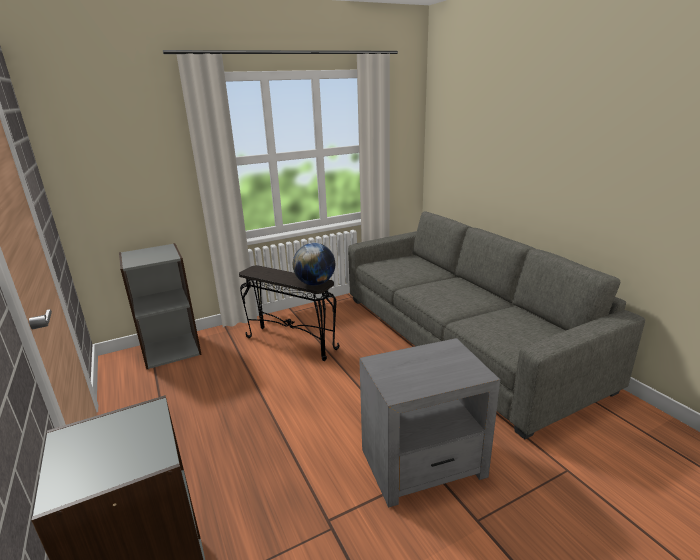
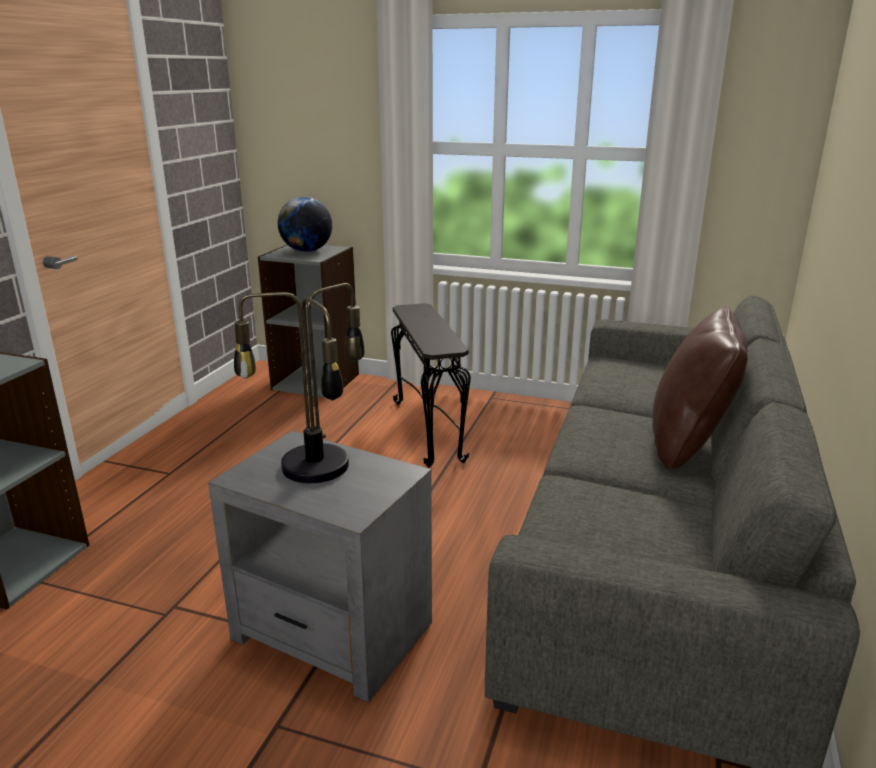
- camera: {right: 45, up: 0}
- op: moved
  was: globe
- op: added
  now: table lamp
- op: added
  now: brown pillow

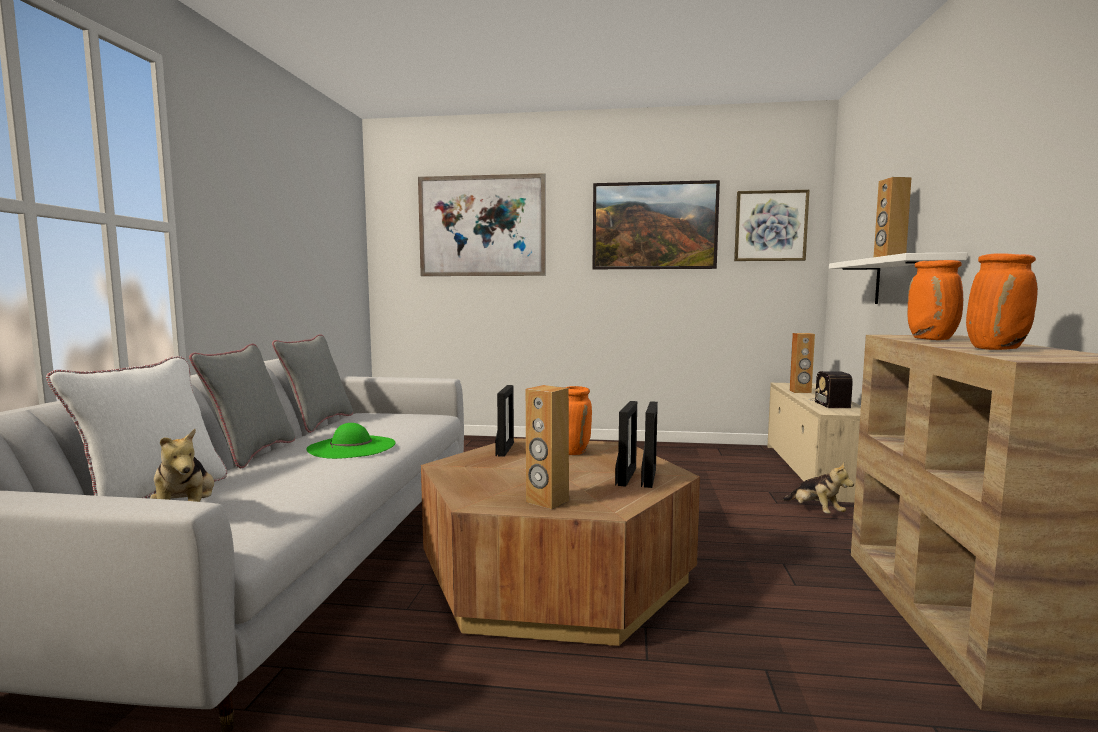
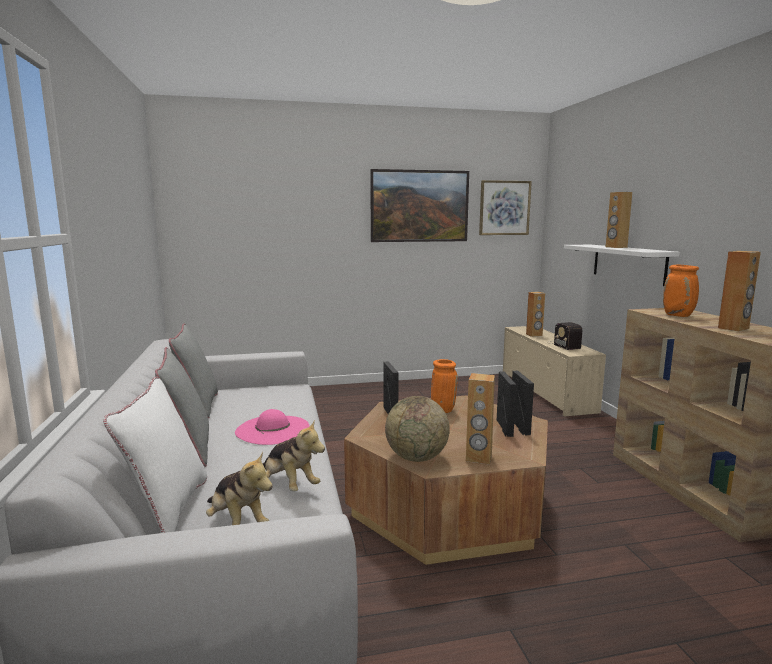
- camera: {right: -20, up: 5}
- op: recoloured
  was: green hat
  now: pink hat
- op: removed
  was: picture (1st from left)
- op: moved
  was: plush toy (2nd from left)
- op: replaced
  was: orange vase (3rd from left)
  now: brown speaker (4th from left)
- op: added
  now: globe

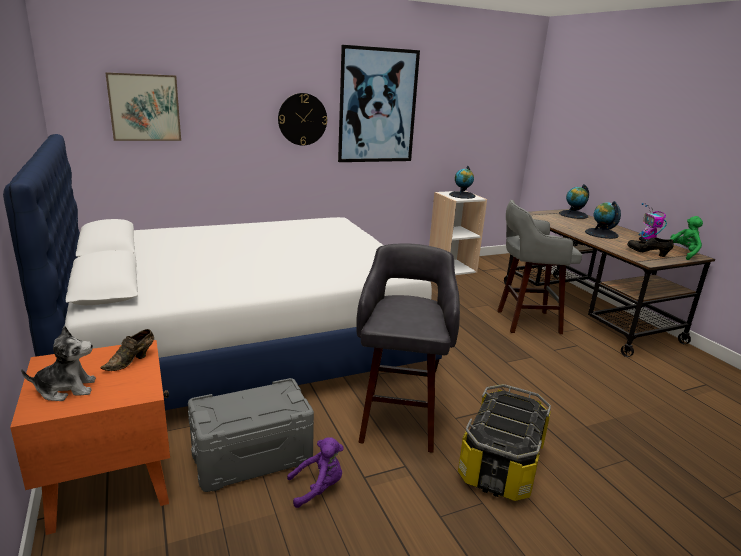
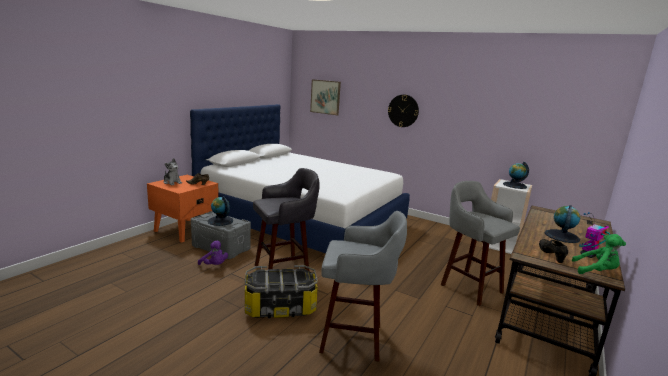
- camera: {right: 55, up: -5}
- op: removed
  was: picture (2nd from left)
- op: moved
  was: globe (2nd from left in the first image)
  now: globe (1st from left)
- op: added
  now: grey stool (2nd from left)

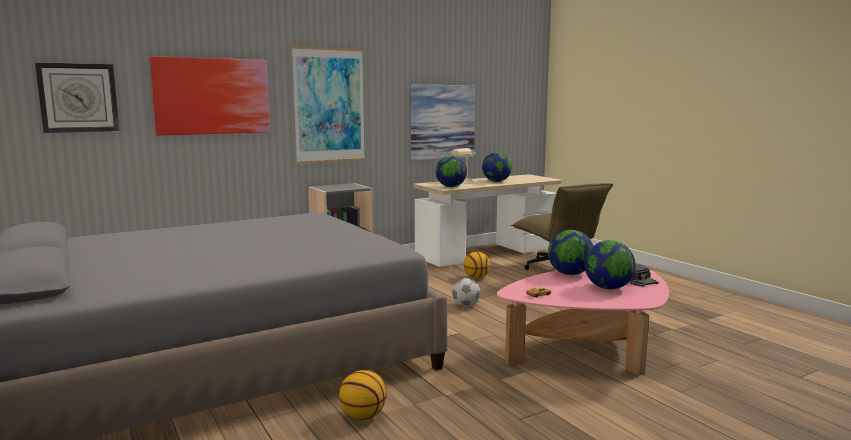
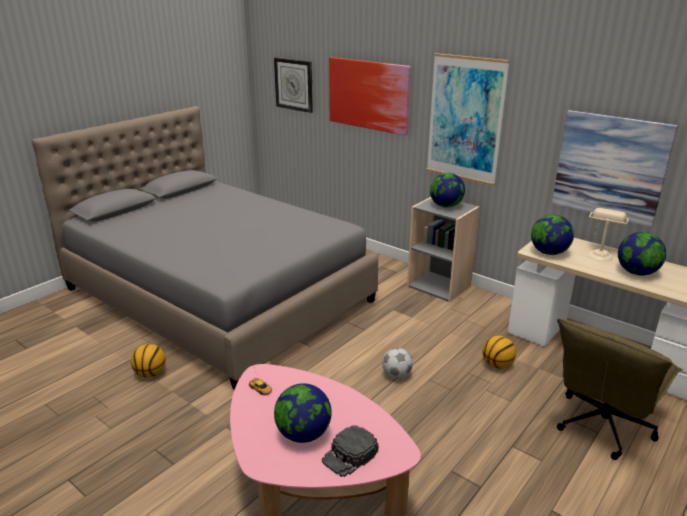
- camera: {right: 70, up: 15}
- op: moved
  was: globe (3rd from left in the first image)
  now: globe (2nd from left)

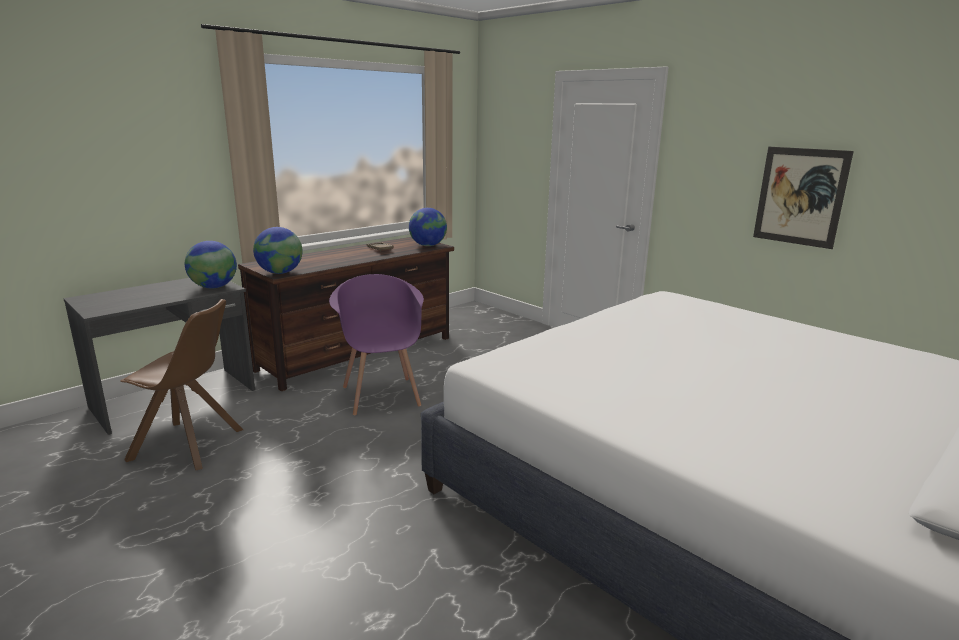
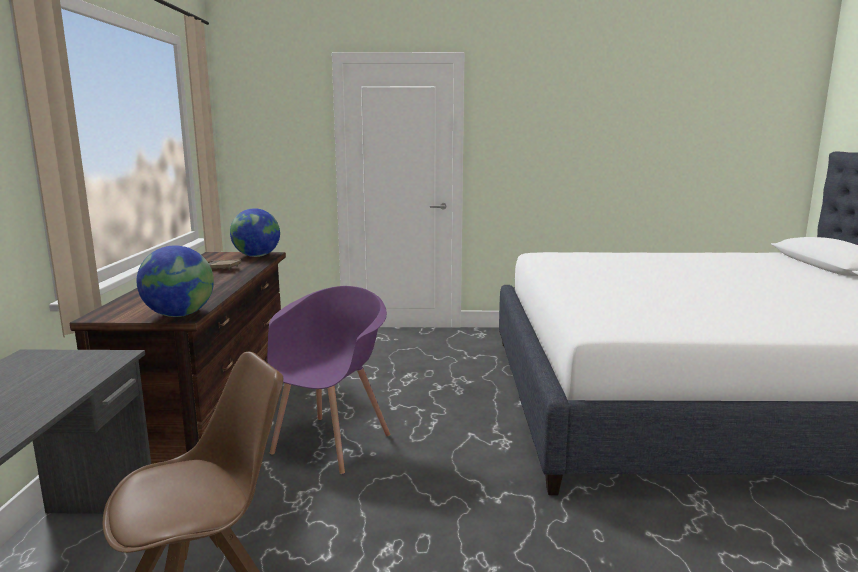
- camera: {right: -45, up: -5}
- op: removed
  was: globe (1st from left)
- op: turned
  was: purple chair
  clockwise: 90
- op: removed
  was: picture

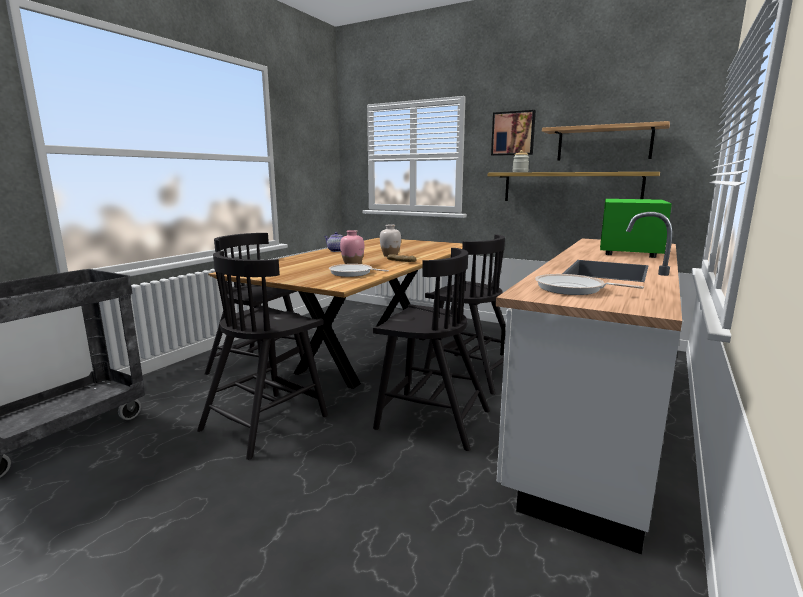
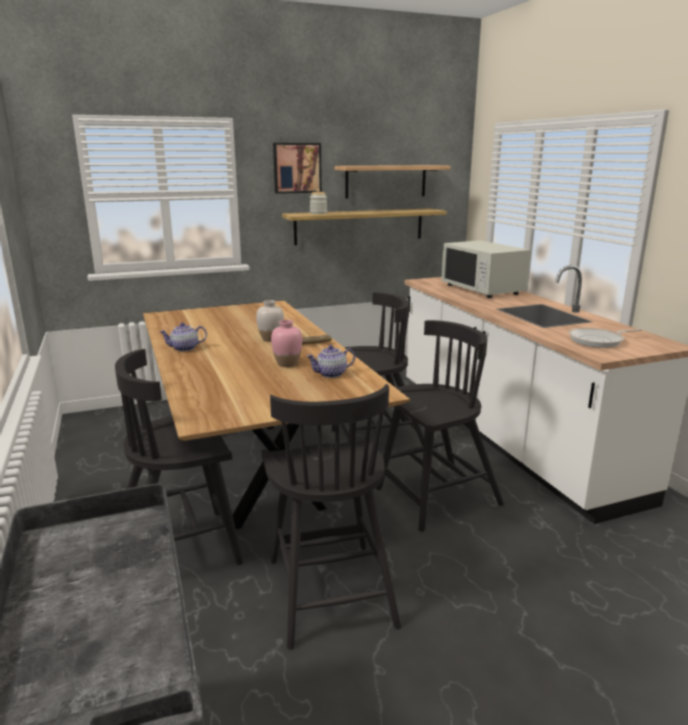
- camera: {right: -50, up: 5}
- op: replaced
  was: frying pan (1st from left)
  now: teapot (2nd from left)
- op: recoloured
  was: green microwave
  now: white microwave

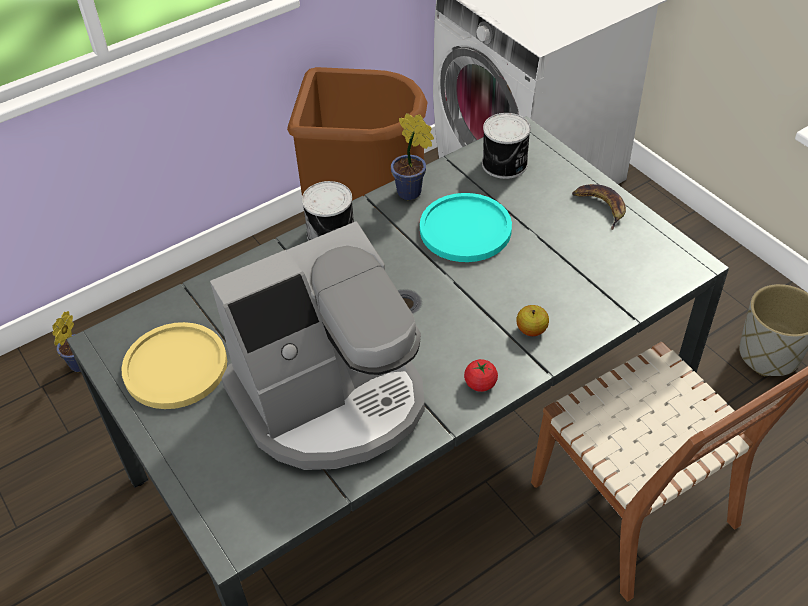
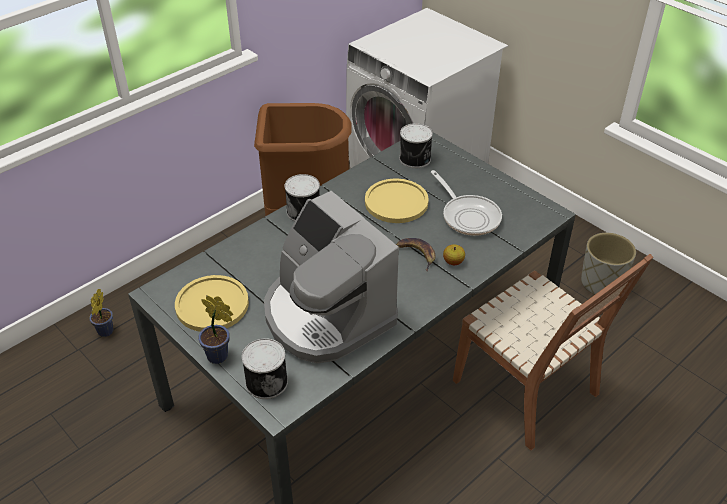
- camera: {right: -10, up: -5}
- op: turned
  was: coffee machine
  clockwise: 90
- op: moved
  was: potted plant (2nd from left)
- op: recoloured
  was: turquoise plate
  now: yellow plate (2nd from left)
- op: removed
  was: tomato
- op: moved
  was: banana
- op: added
  now: can (1st from left)
- op: added
  now: frying pan

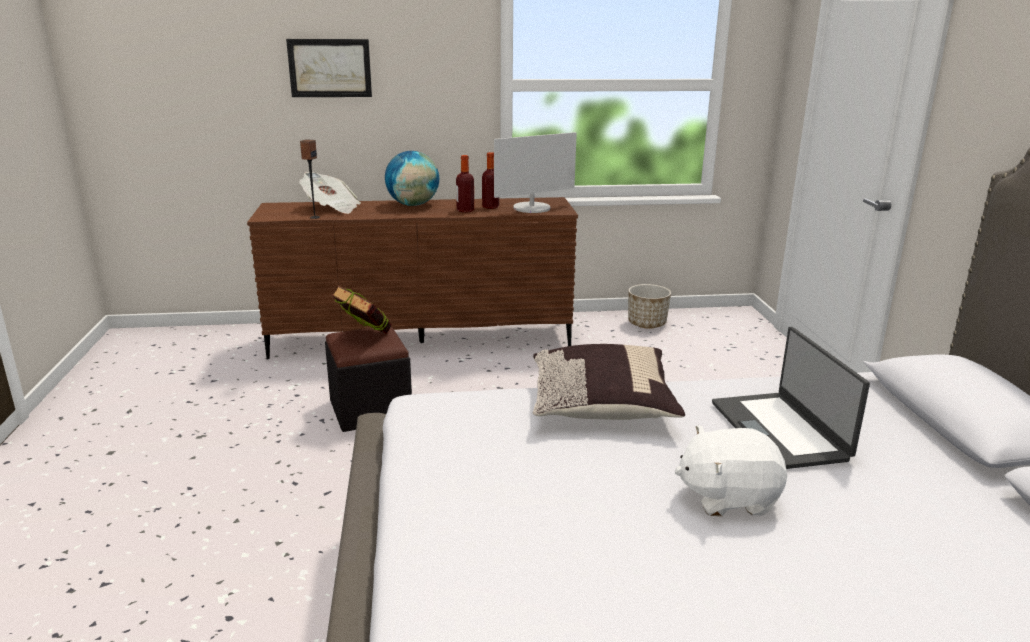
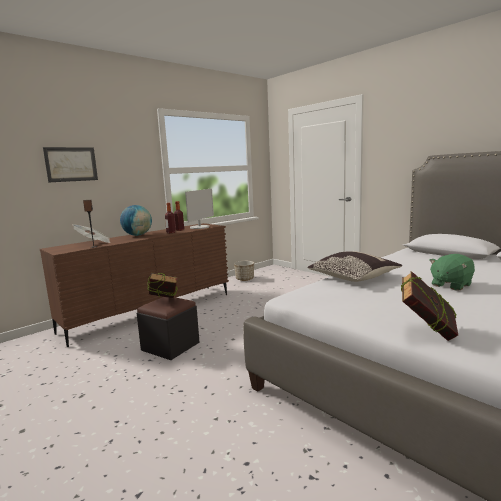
- camera: {right: -35, up: -10}
- op: recoloured
  was: white plush toy
  now: green plush toy
- op: removed
  was: laptop
- op: added
  now: book (2nd from left)

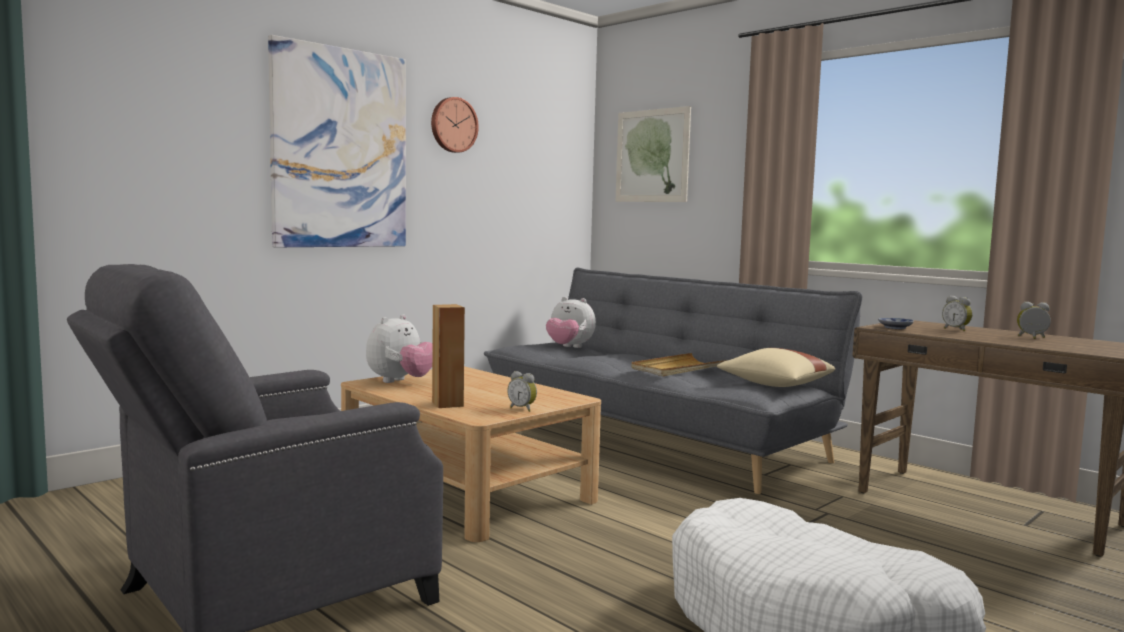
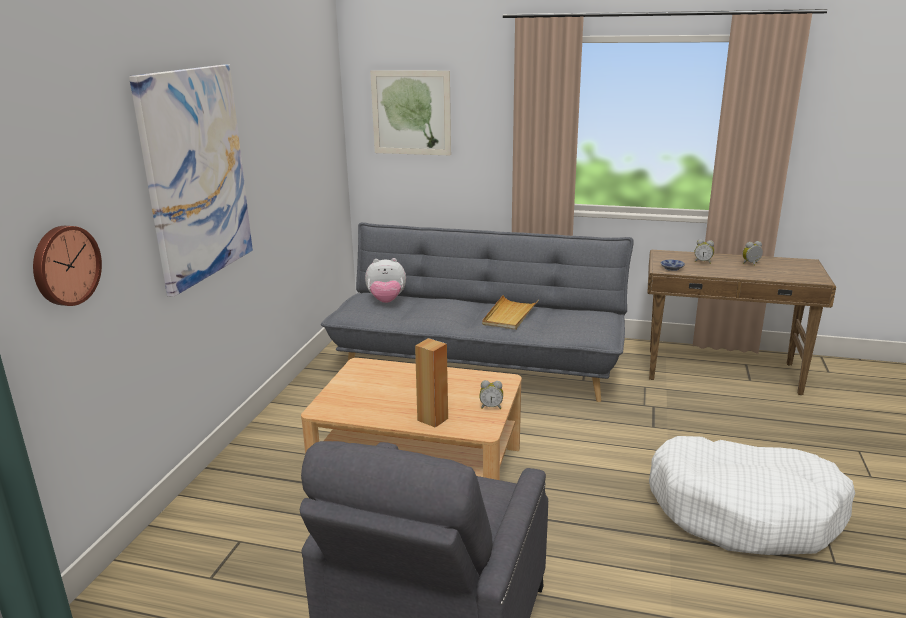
- camera: {right: -30, up: 15}
- op: removed
  was: plush toy (1st from left)
- op: moved
  was: wall clock
- op: removed
  was: beige pillow

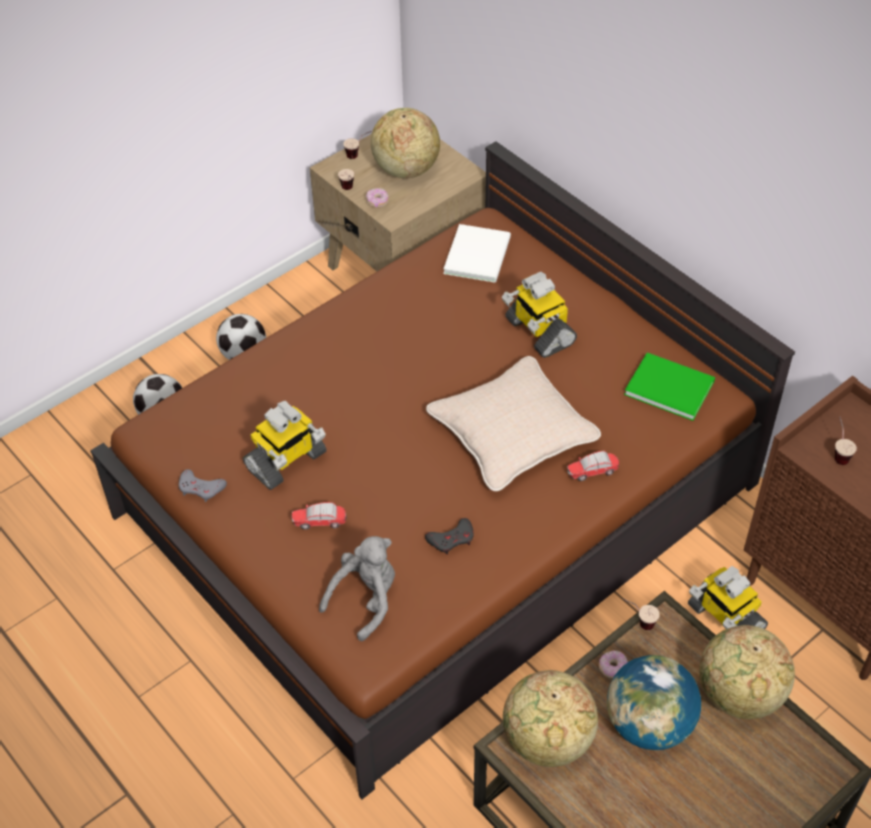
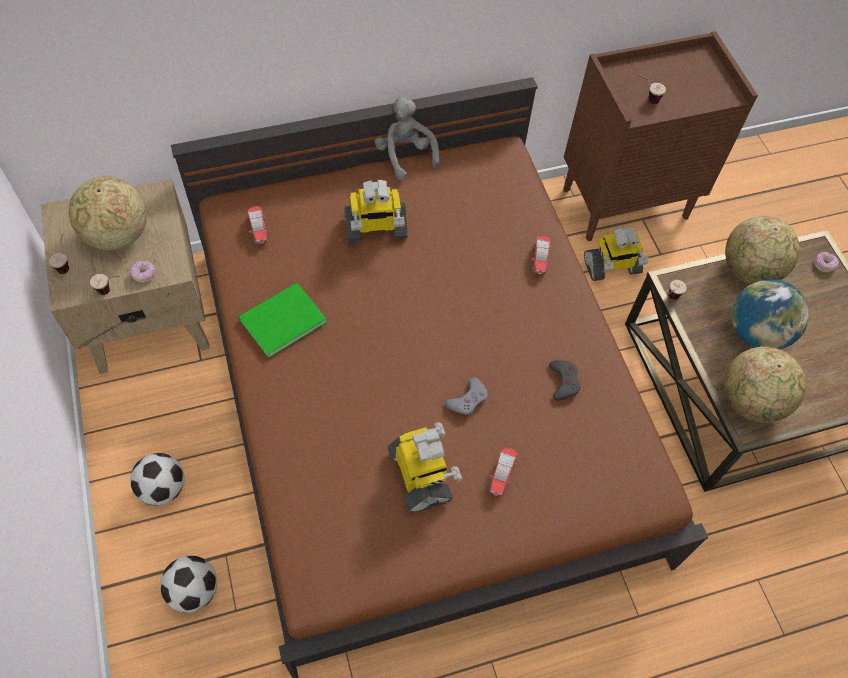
- camera: {right: -70, up: 10}
- op: moved
  was: grey game controller (1st from left)
- op: moved
  was: grey plush toy
- op: removed
  was: beige pillow
- op: replaced
  was: white book
  now: toy car (1st from left)
- op: moved
  was: donut (2nd from left)
- op: moved
  was: green book

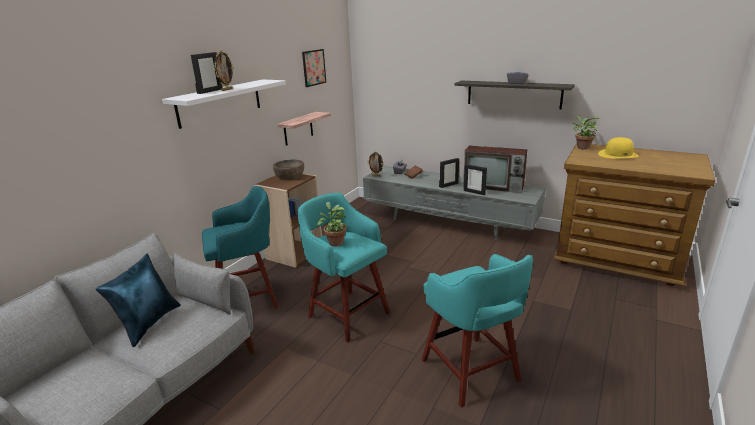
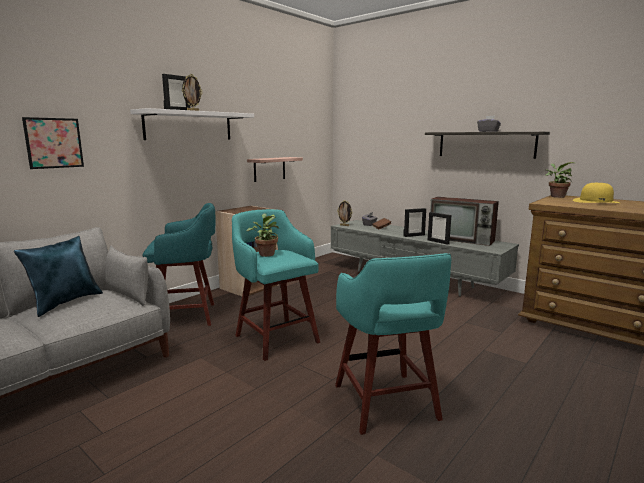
- camera: {right: 10, up: -10}
- op: removed
  was: brown bowl
- op: moved
  was: picture

